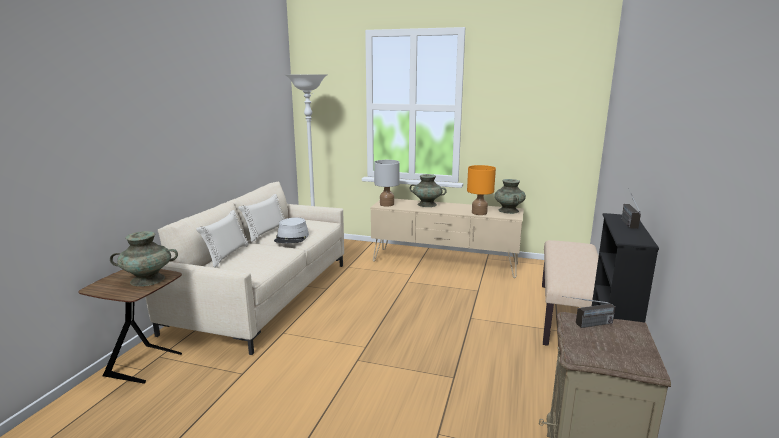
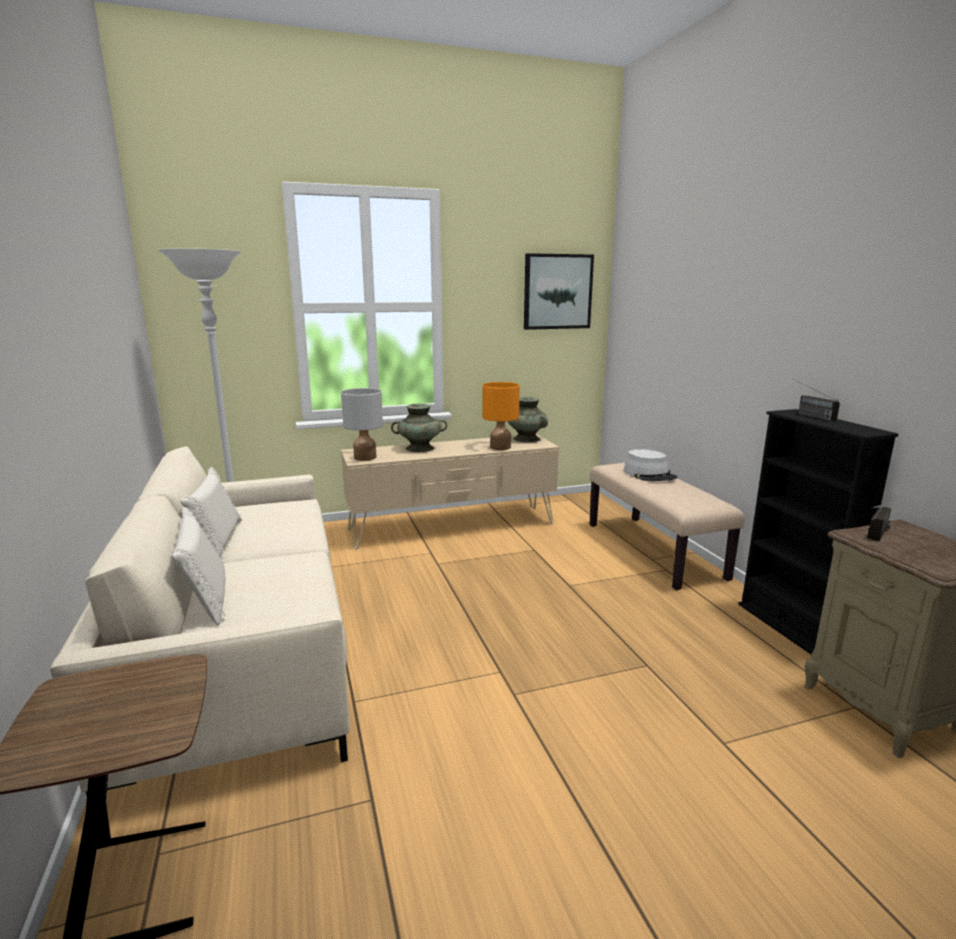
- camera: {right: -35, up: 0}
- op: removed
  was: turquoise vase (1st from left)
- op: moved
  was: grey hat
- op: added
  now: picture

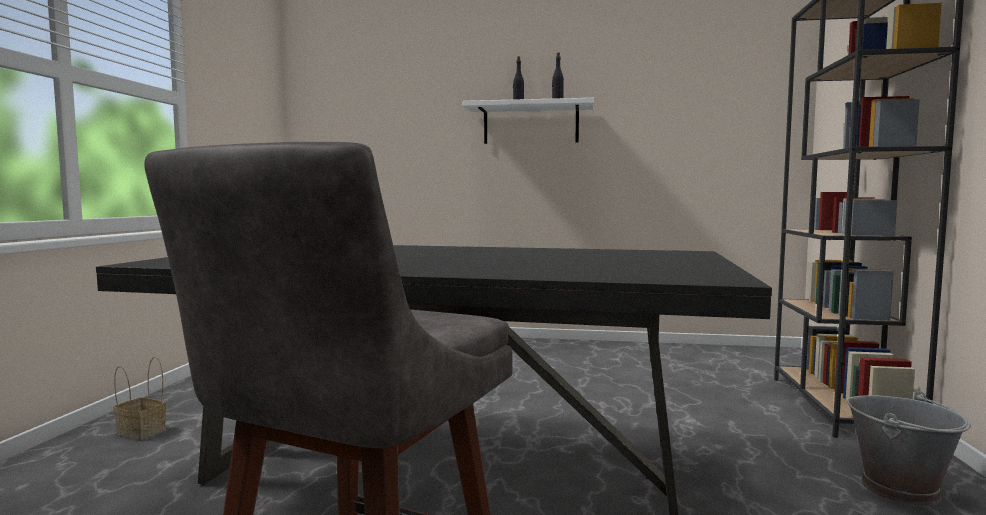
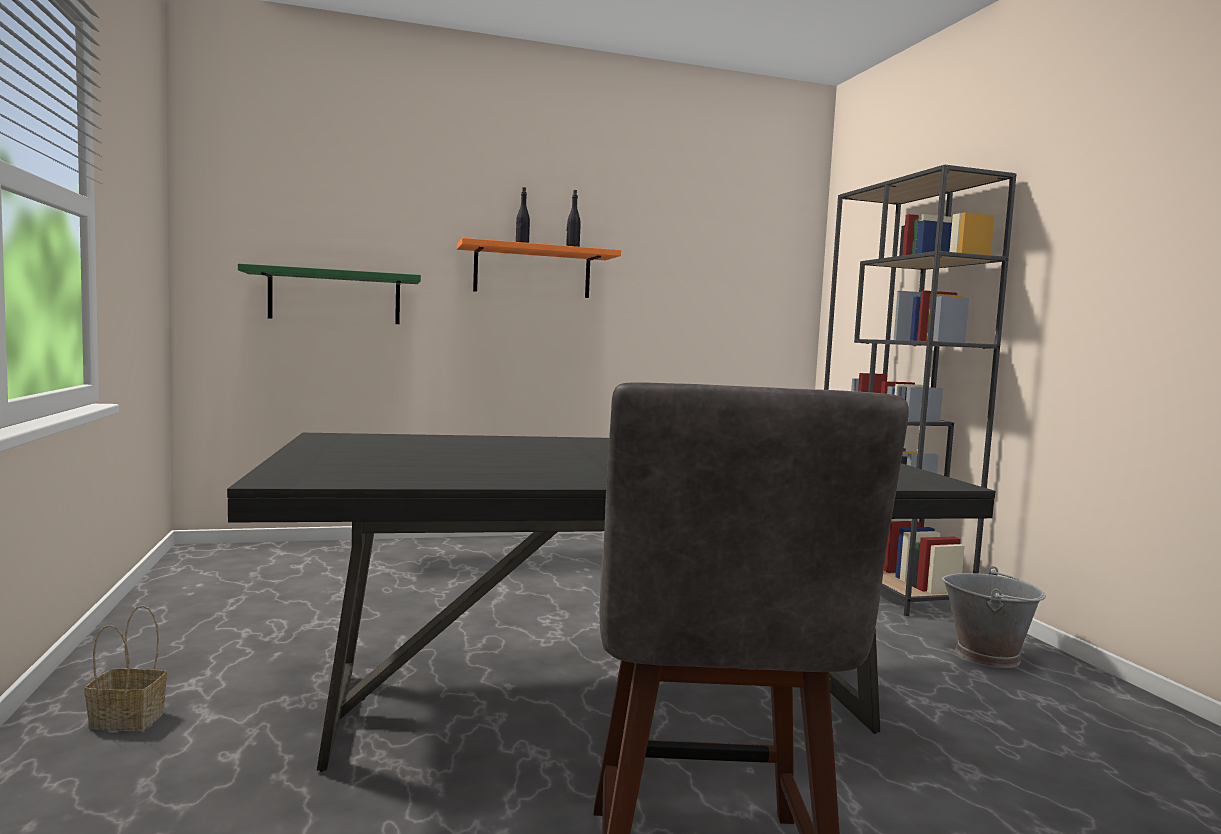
- camera: {right: -25, up: 0}
- op: recoloured
  was: white shelf
  now: orange shelf
- op: added
  now: green shelf

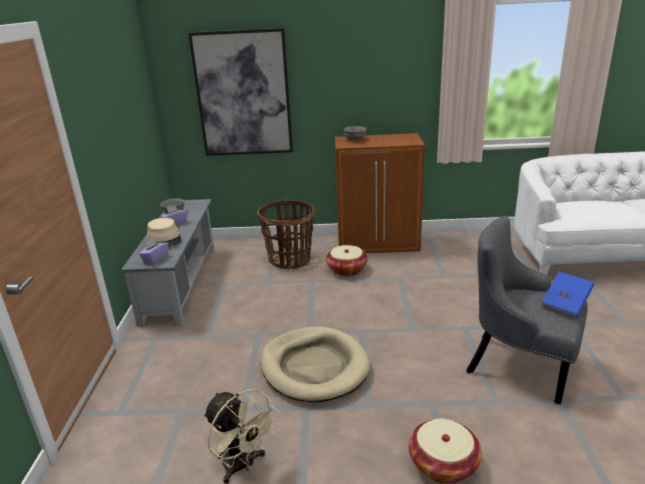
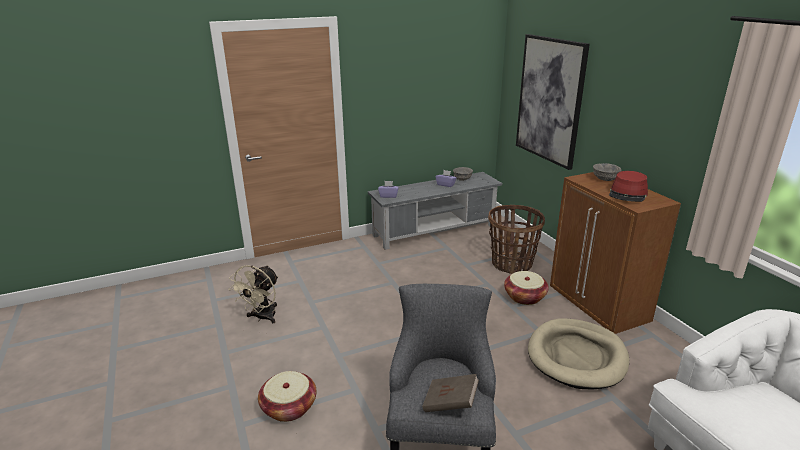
- camera: {right: 65, up: 0}
- op: removed
  was: beige hat
- op: moved
  was: beige dog bed
- op: recoloured
  was: blue book
  now: brown book
- op: added
  now: red hat

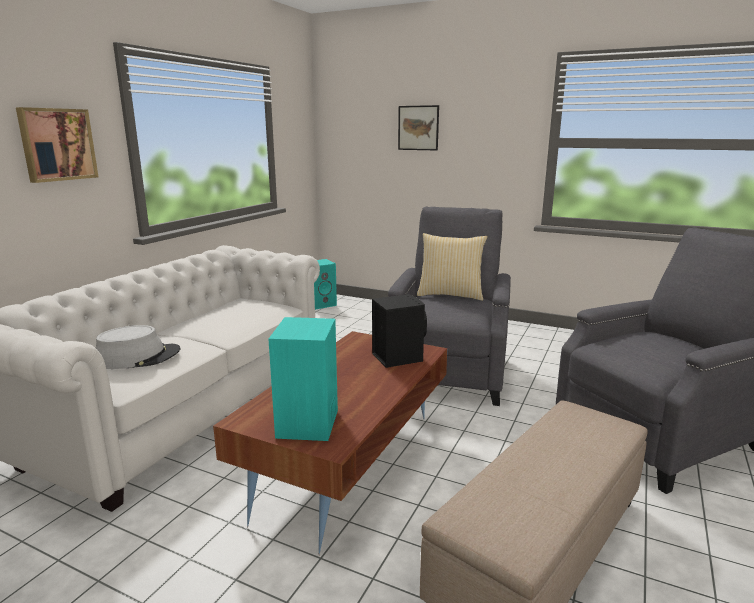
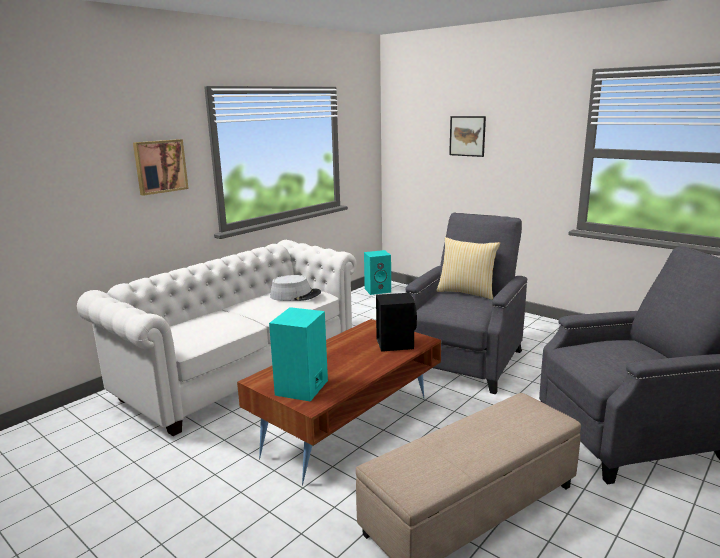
- camera: {right: 15, up: 0}
- op: moved
  was: grey hat

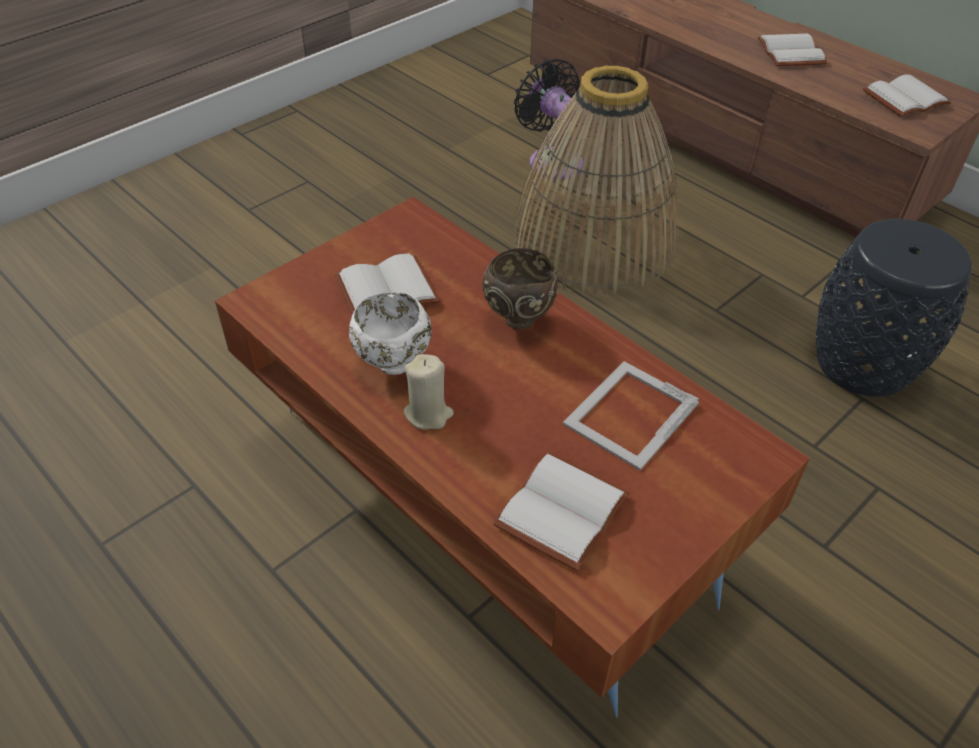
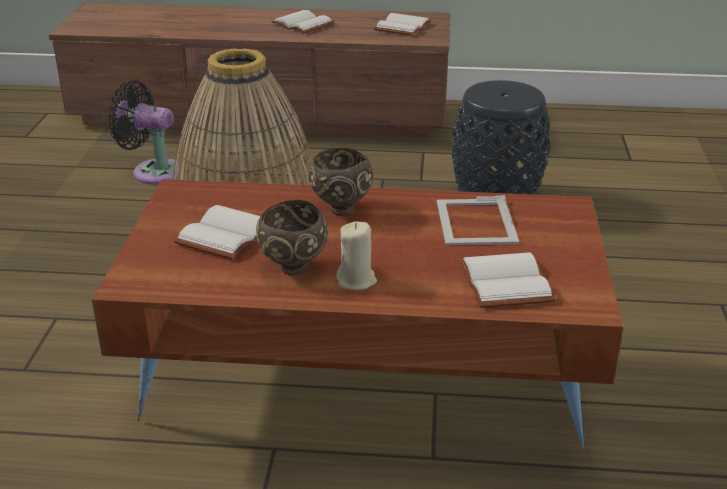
- camera: {right: -40, up: -15}
- op: recoloured
  was: white bowl
  now: brown bowl (1st from left)

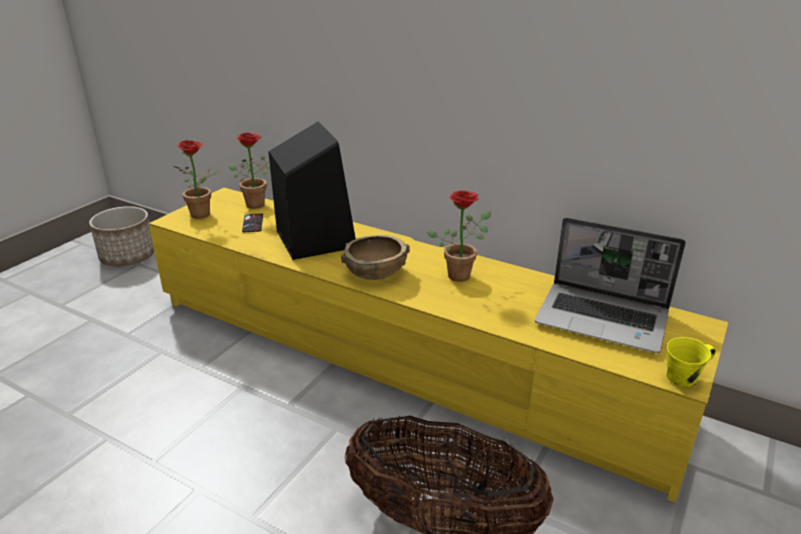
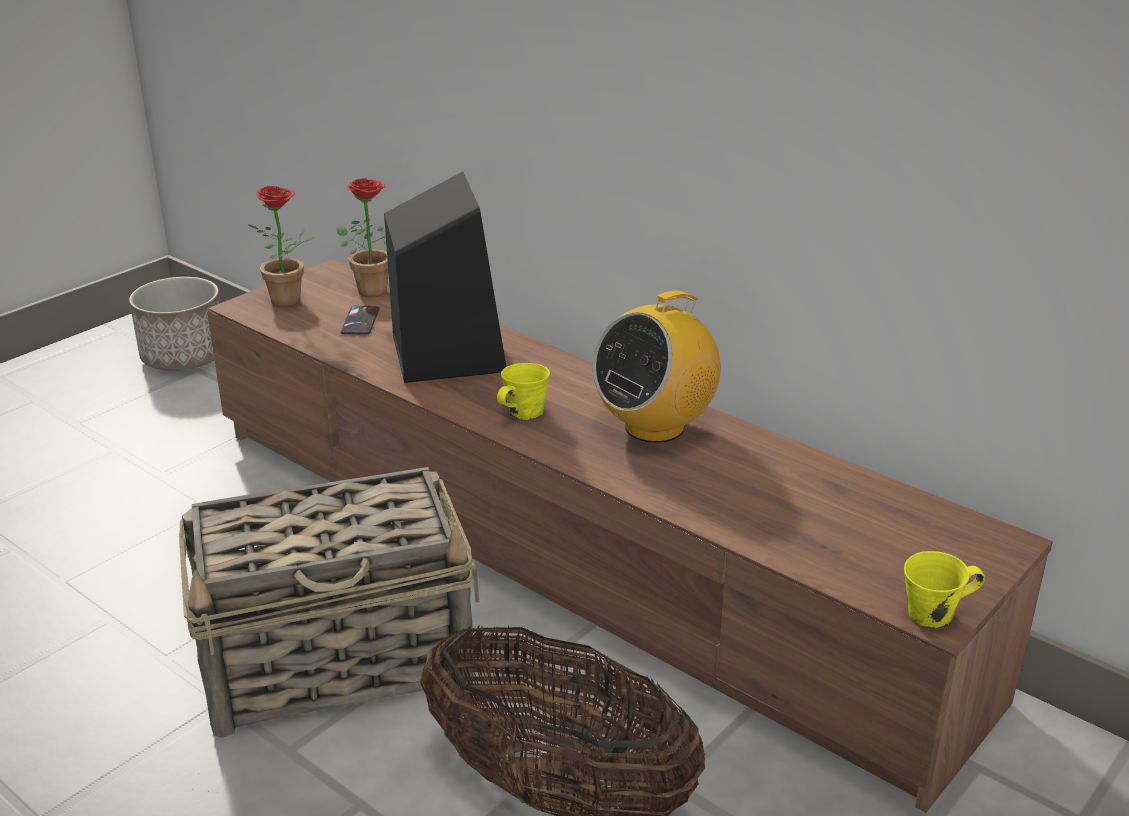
- camera: {right: 10, up: 0}
- op: recoloured
  was: yellow tv stand
  now: brown tv stand
- op: replaced
  was: brown bowl
  now: yellow mug (1st from left)
- op: replaced
  was: potted plant (3rd from left)
  now: radio
- op: removed
  was: laptop
- op: added
  now: basket (1st from left)

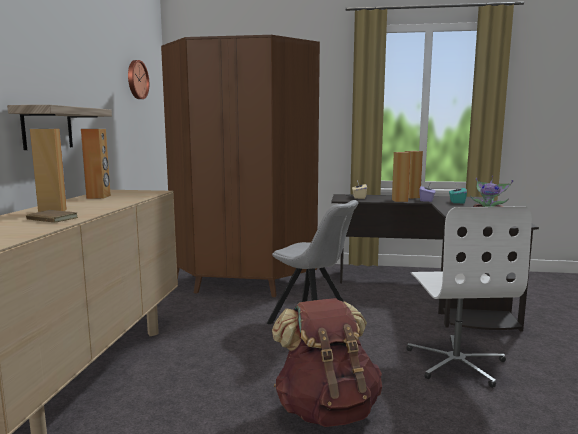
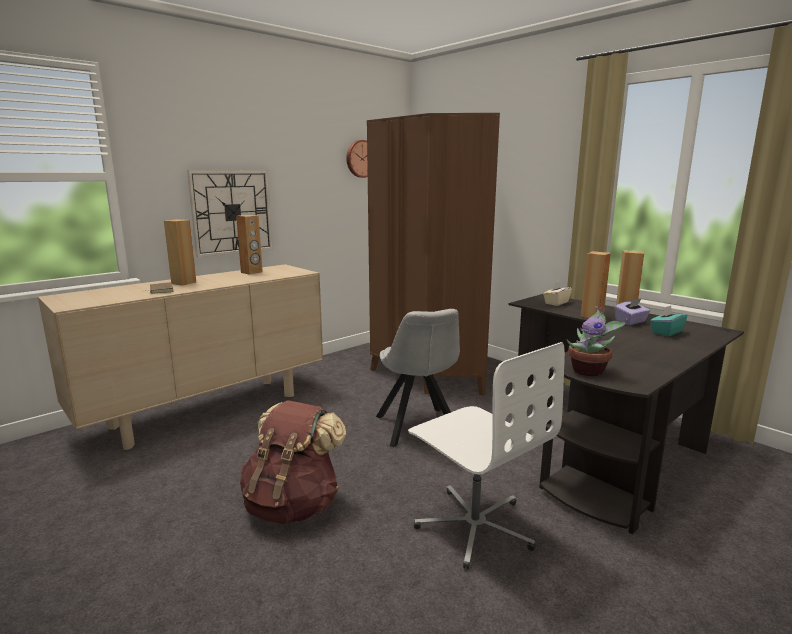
- camera: {right: 40, up: 5}
- op: replaced
  was: shelf
  now: wall clock (1st from left)
- op: turned
  was: white office chair
  clockwise: -75

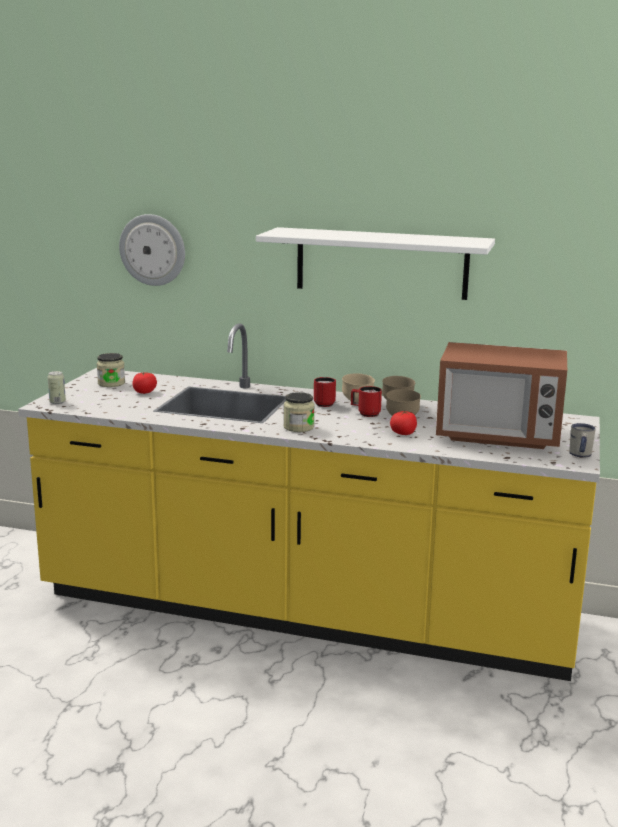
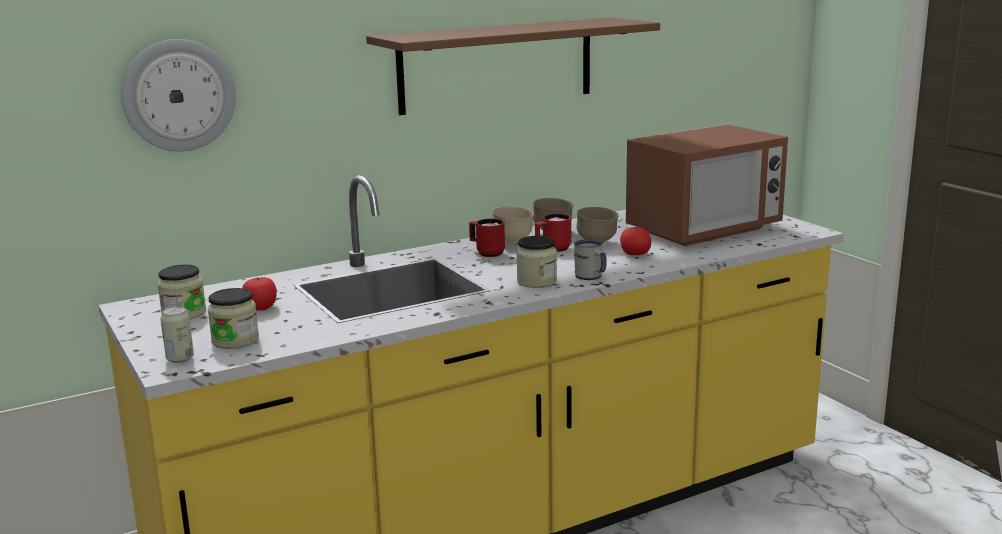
- camera: {right: -45, up: 0}
- op: recoloured
  was: white shelf
  now: brown shelf
- op: moved
  was: white mug
- op: added
  now: jar (2nd from left)

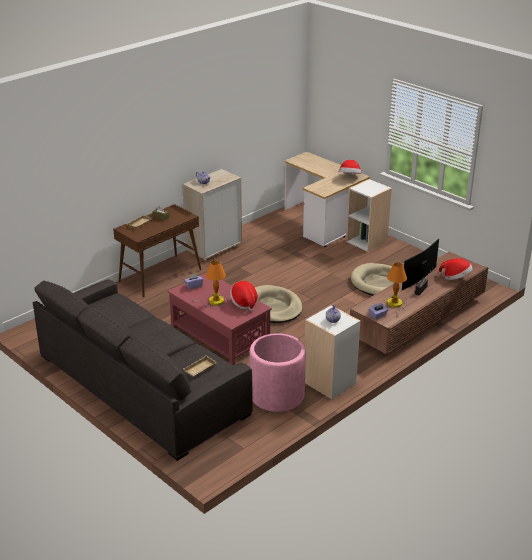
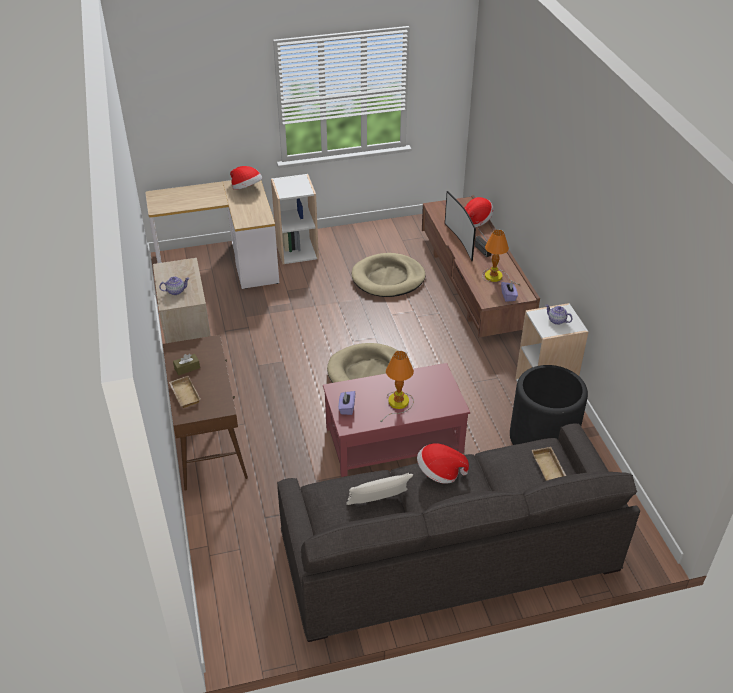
- camera: {right: -60, up: 10}
- op: moved
  was: hat (1st from left in the first image)
  now: hat (2nd from left)
- op: recoloured
  was: pink planter
  now: black planter
- op: added
  now: white pillow

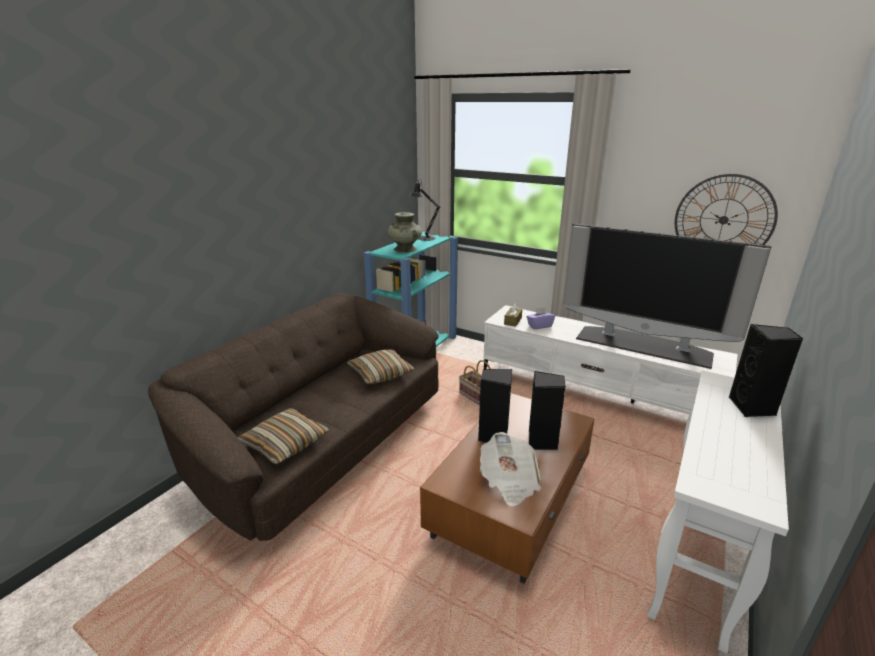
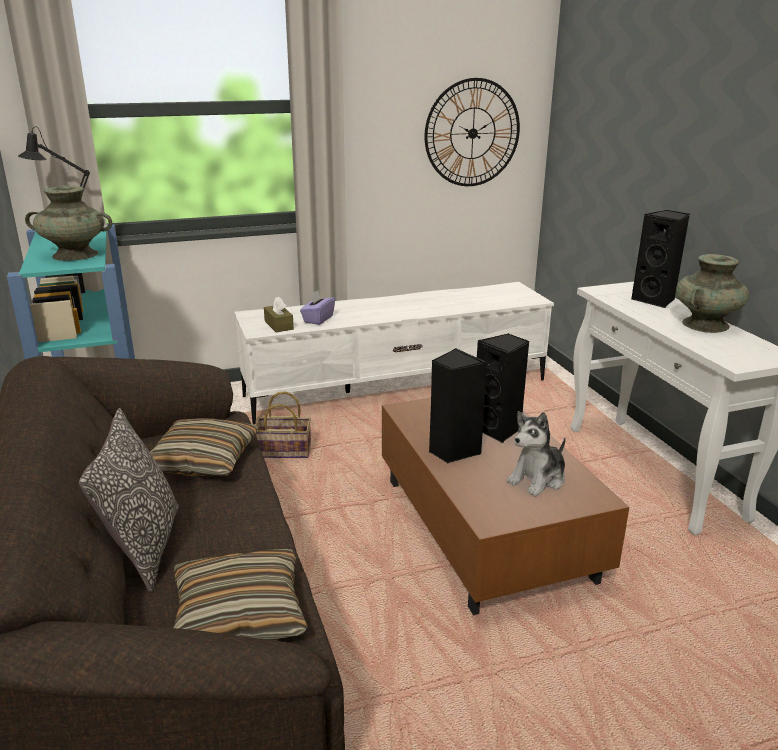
- camera: {right: -50, up: 0}
- op: replaced
  was: newspaper
  now: plush toy
- op: removed
  was: television
- op: added
  now: pillow (1st from left)
- op: added
  now: turquoise vase (2nd from left)

